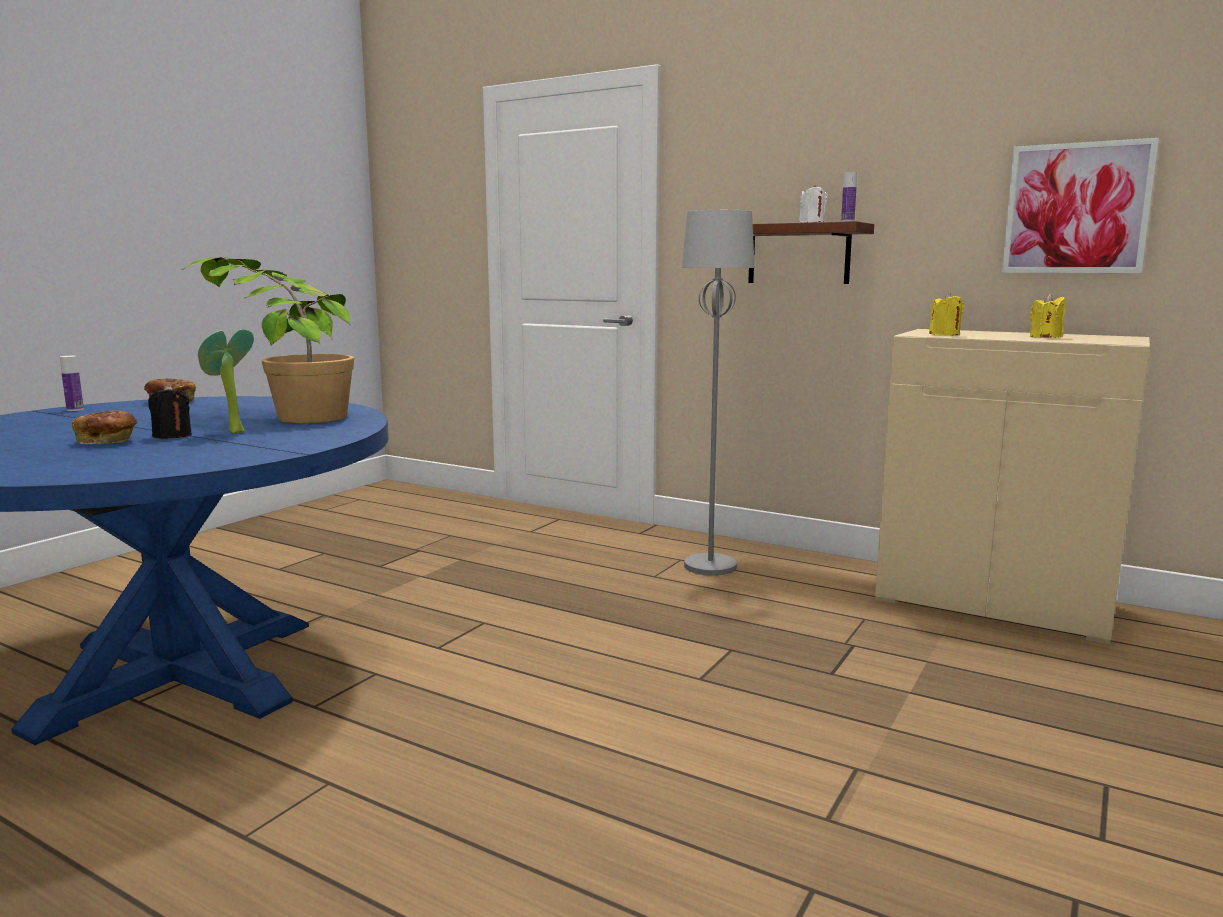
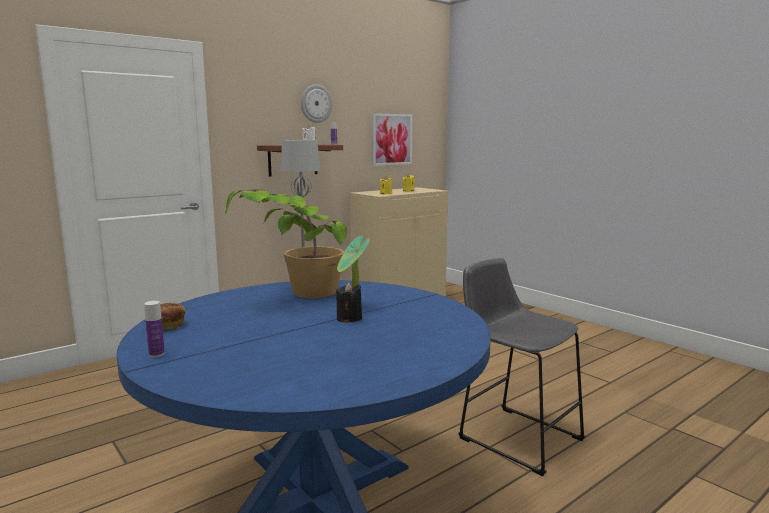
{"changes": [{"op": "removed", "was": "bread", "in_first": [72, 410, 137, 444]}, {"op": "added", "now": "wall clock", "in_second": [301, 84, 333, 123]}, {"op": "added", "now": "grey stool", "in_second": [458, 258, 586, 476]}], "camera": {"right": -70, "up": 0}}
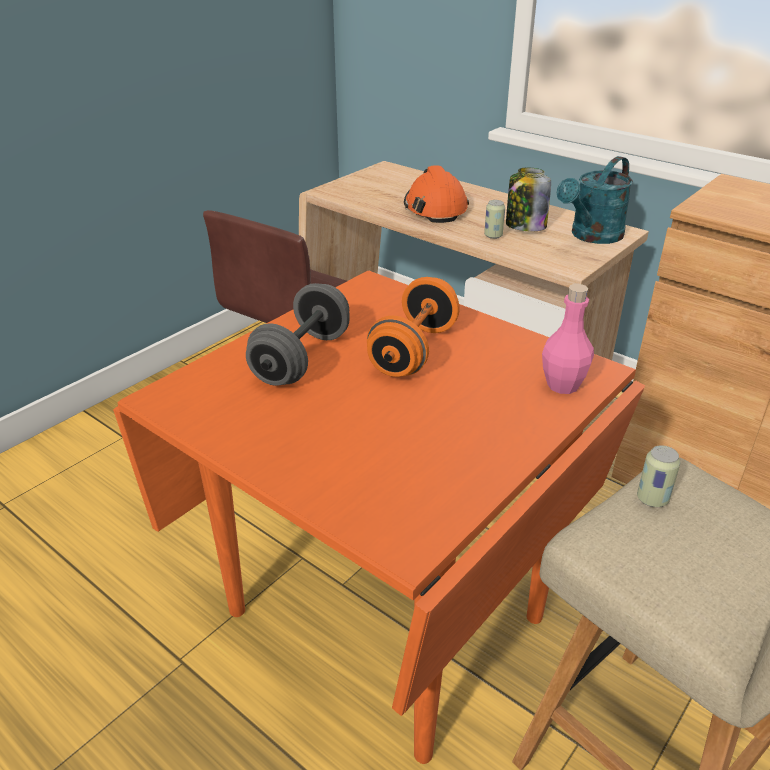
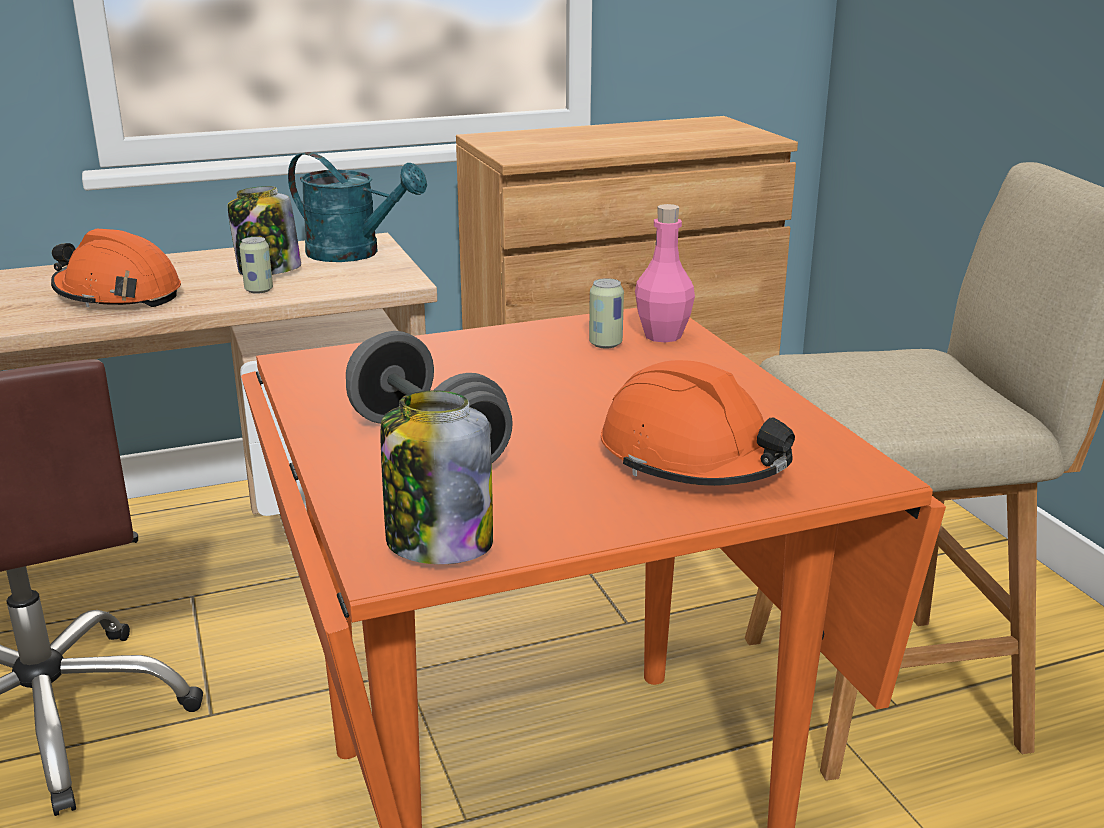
{"changes": [{"op": "turned", "was": "turquoise watering can", "in_first": [557, 156, 633, 244], "in_second": [288, 152, 427, 262], "clockwise": -45}, {"op": "removed", "was": "orange dumbbell", "in_first": [367, 277, 460, 377]}, {"op": "moved", "was": "can", "in_first": [637, 445, 680, 507], "in_second": [589, 278, 624, 349]}, {"op": "added", "now": "orange hard hat", "in_second": [601, 360, 795, 486]}, {"op": "added", "now": "jar", "in_second": [381, 390, 493, 564]}], "camera": {"right": -60, "up": -10}}
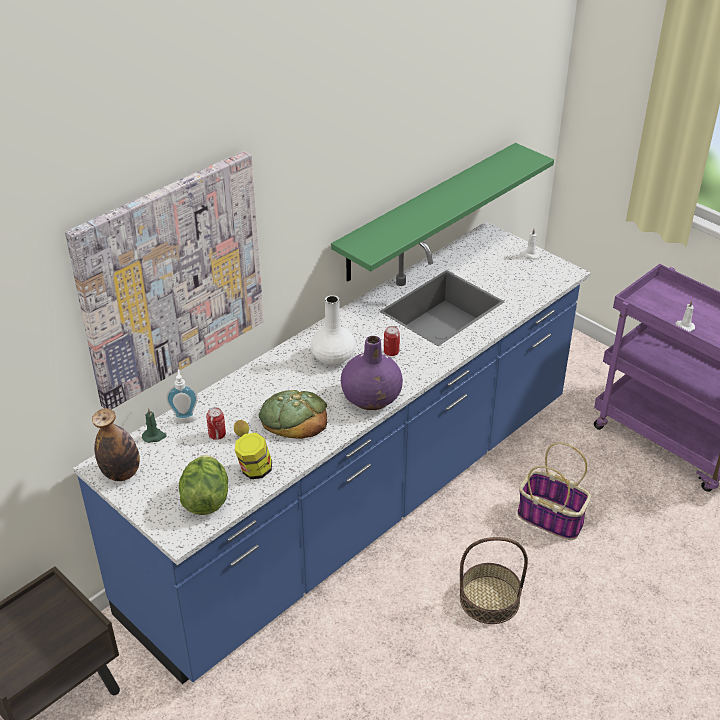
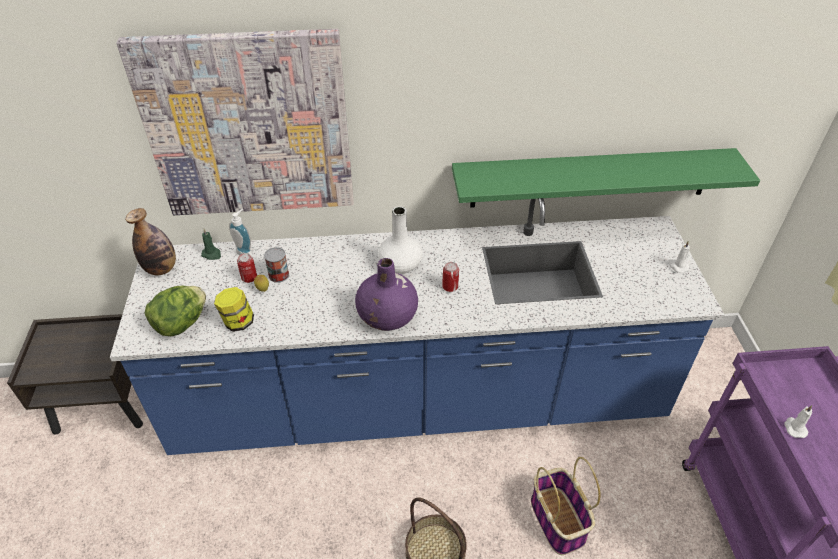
{"changes": [{"op": "removed", "was": "bread", "in_first": [259, 390, 327, 439]}, {"op": "added", "now": "can", "in_second": [264, 247, 289, 283]}], "camera": {"right": 40, "up": 5}}
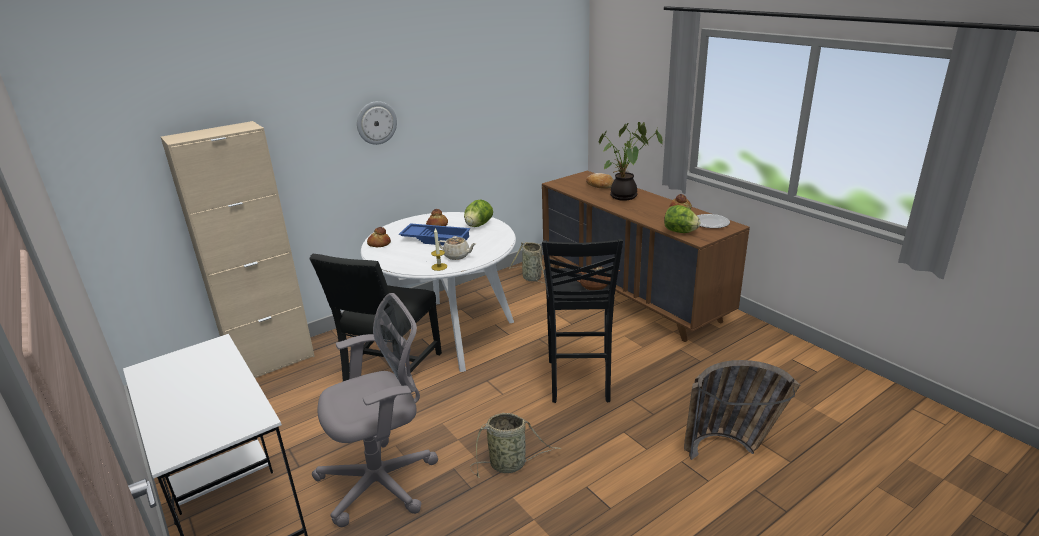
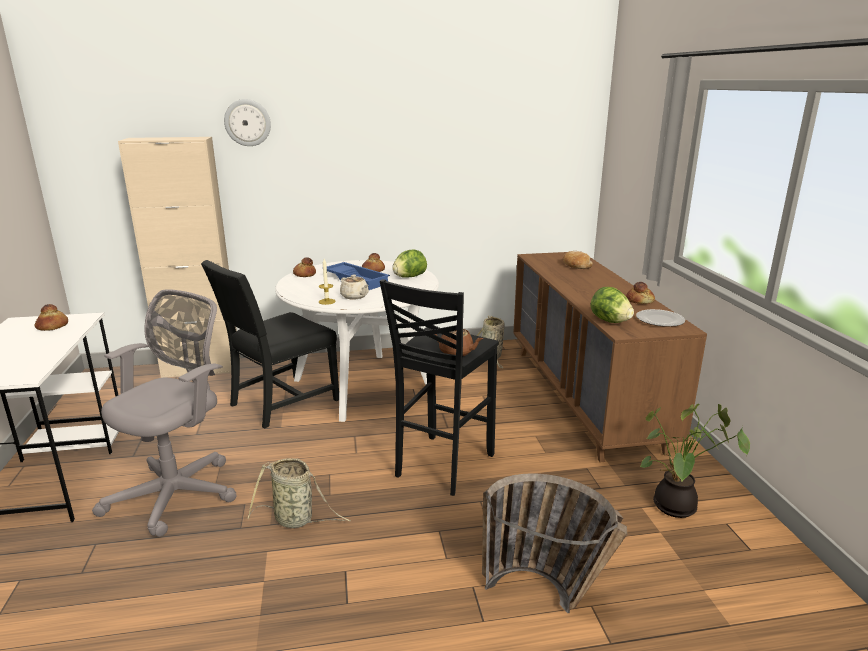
{"changes": [{"op": "moved", "was": "wall clock", "in_first": [357, 101, 397, 145], "in_second": [224, 99, 271, 146]}, {"op": "moved", "was": "potted plant", "in_first": [599, 122, 663, 201], "in_second": [640, 404, 750, 518]}, {"op": "turned", "was": "grey office chair", "in_first": [312, 293, 438, 527], "in_second": [92, 289, 237, 537], "clockwise": -60}, {"op": "added", "now": "bread", "in_second": [35, 304, 68, 331]}], "camera": {"right": 25, "up": -5}}
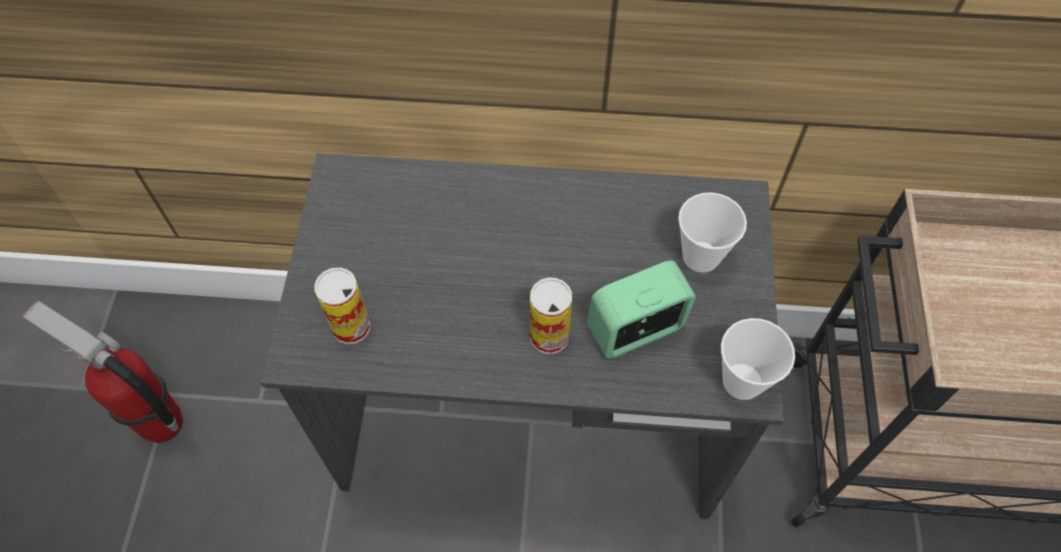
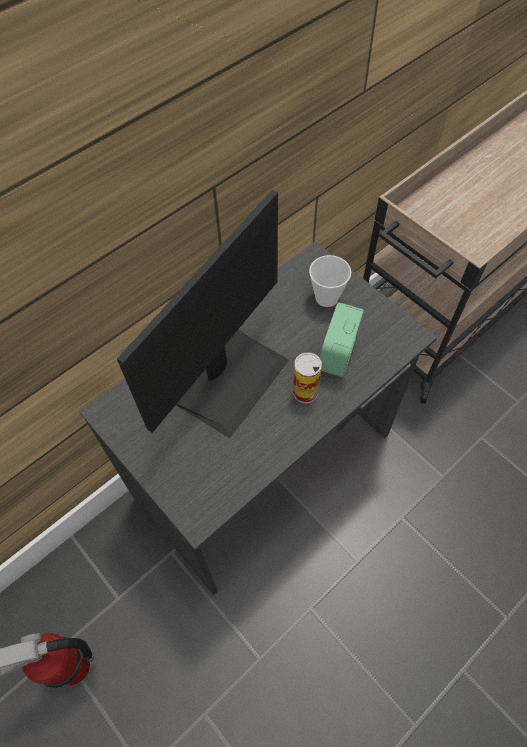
{"changes": [{"op": "removed", "was": "can", "in_first": [314, 267, 370, 345]}, {"op": "removed", "was": "cup", "in_first": [721, 318, 795, 400]}, {"op": "added", "now": "monitor", "in_second": [117, 190, 290, 439]}], "camera": {"right": -45, "up": 0}}
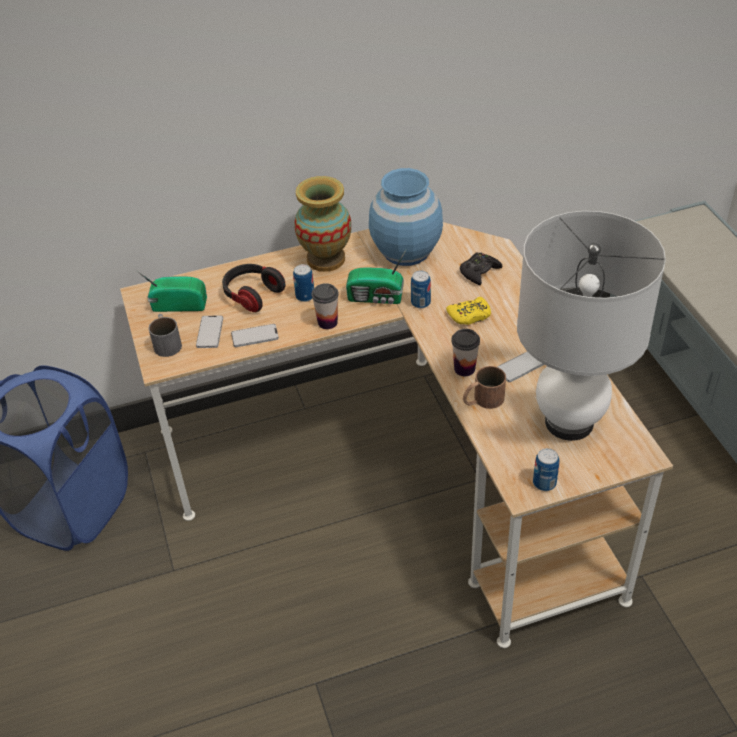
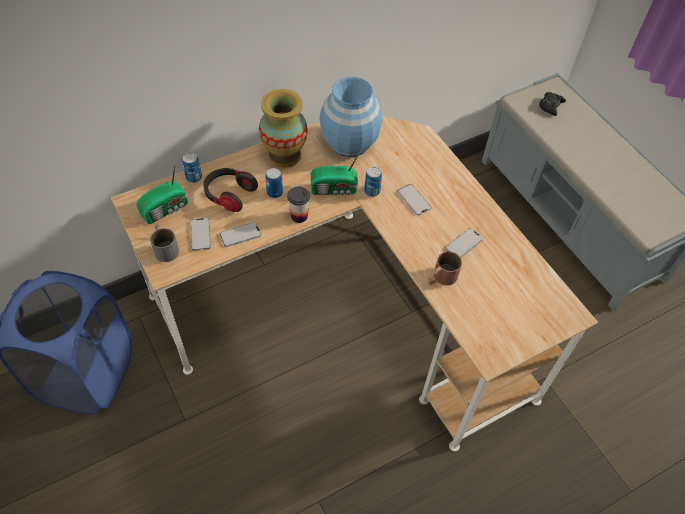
{"changes": [{"op": "removed", "was": "white table lamp", "in_first": [517, 211, 666, 441]}, {"op": "moved", "was": "black game controller", "in_first": [460, 253, 502, 285], "in_second": [539, 92, 566, 116]}, {"op": "turned", "was": "radio", "in_first": [137, 271, 207, 312], "in_second": [137, 164, 188, 224], "clockwise": 150}, {"op": "replaced", "was": "yellow game controller", "now": "phone", "in_first": [446, 297, 491, 325], "in_second": [398, 184, 432, 215]}, {"op": "removed", "was": "cup", "in_first": [451, 329, 480, 376]}, {"op": "moved", "was": "can", "in_first": [533, 448, 559, 491], "in_second": [182, 153, 202, 183]}], "camera": {"right": -15, "up": 10}}
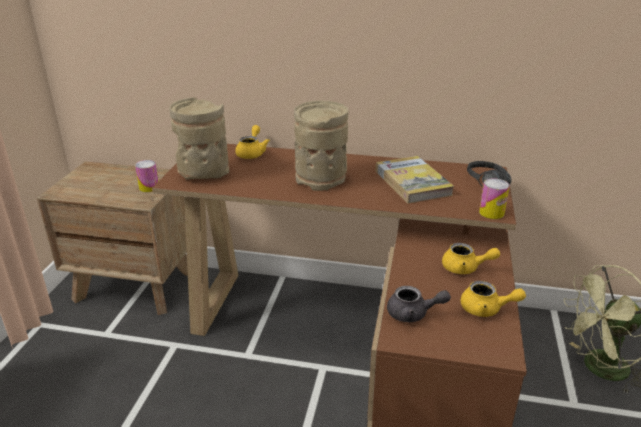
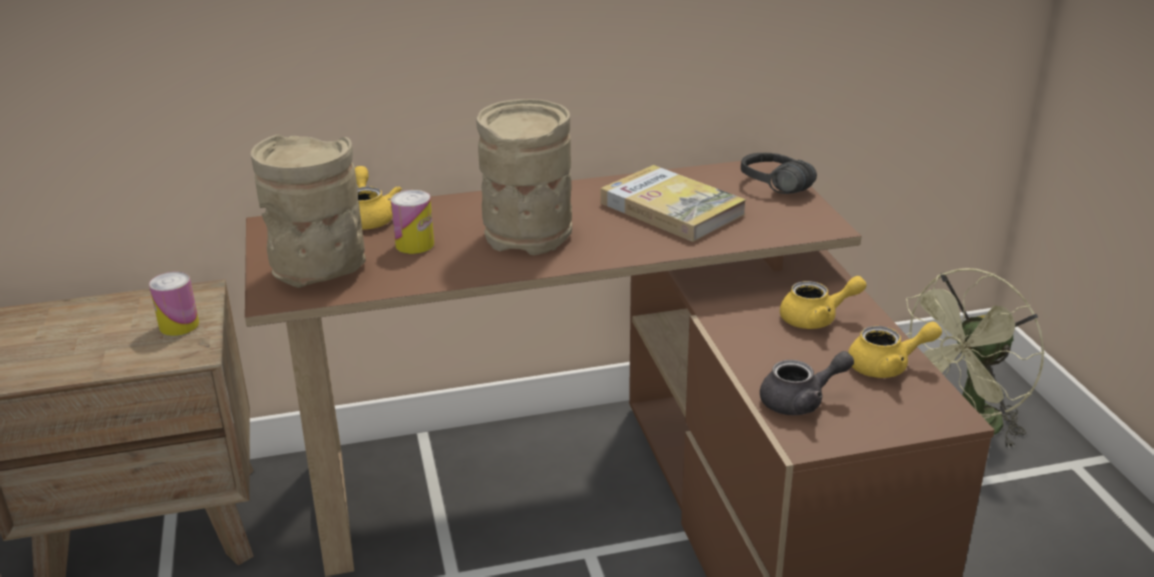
{"changes": [{"op": "moved", "was": "can", "in_first": [479, 178, 510, 219], "in_second": [391, 190, 434, 254]}], "camera": {"right": -25, "up": 0}}
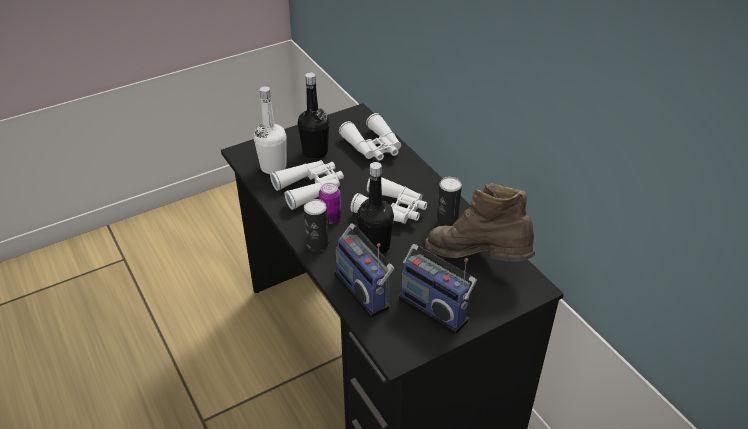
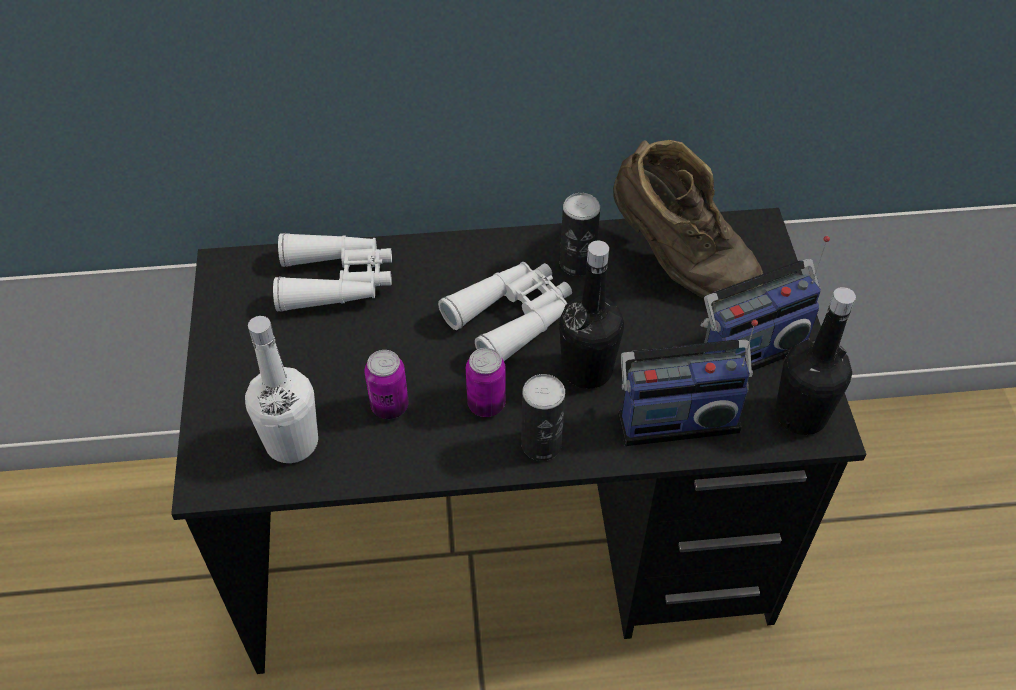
{"changes": [{"op": "moved", "was": "black bottle", "in_first": [298, 73, 329, 159], "in_second": [775, 287, 856, 435]}, {"op": "replaced", "was": "white binoculars", "now": "can", "in_first": [270, 160, 344, 210], "in_second": [364, 350, 409, 419]}, {"op": "turned", "was": "brown boot", "in_first": [425, 183, 535, 261], "in_second": [613, 140, 763, 303], "clockwise": -105}], "camera": {"right": -65, "up": 10}}
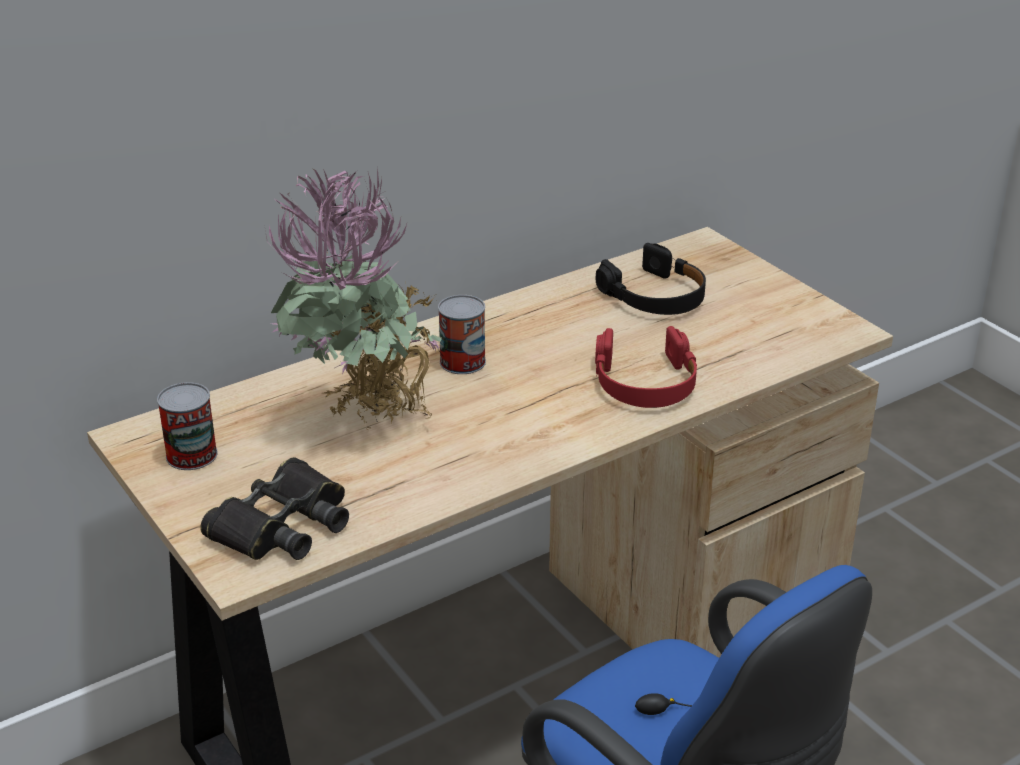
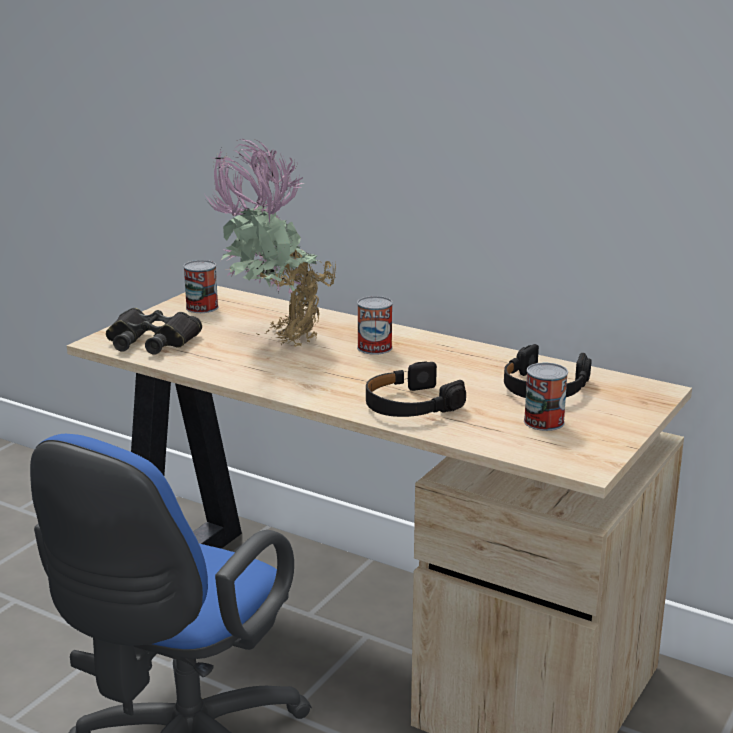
{"changes": [{"op": "recoloured", "was": "red headphones", "now": "black headphones", "in_first": [595, 326, 697, 408], "in_second": [366, 362, 466, 417]}, {"op": "added", "now": "can", "in_second": [524, 363, 568, 431]}], "camera": {"right": 65, "up": -10}}
